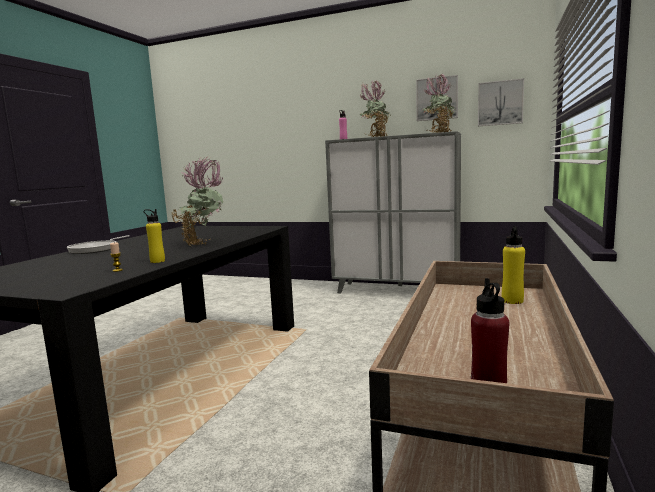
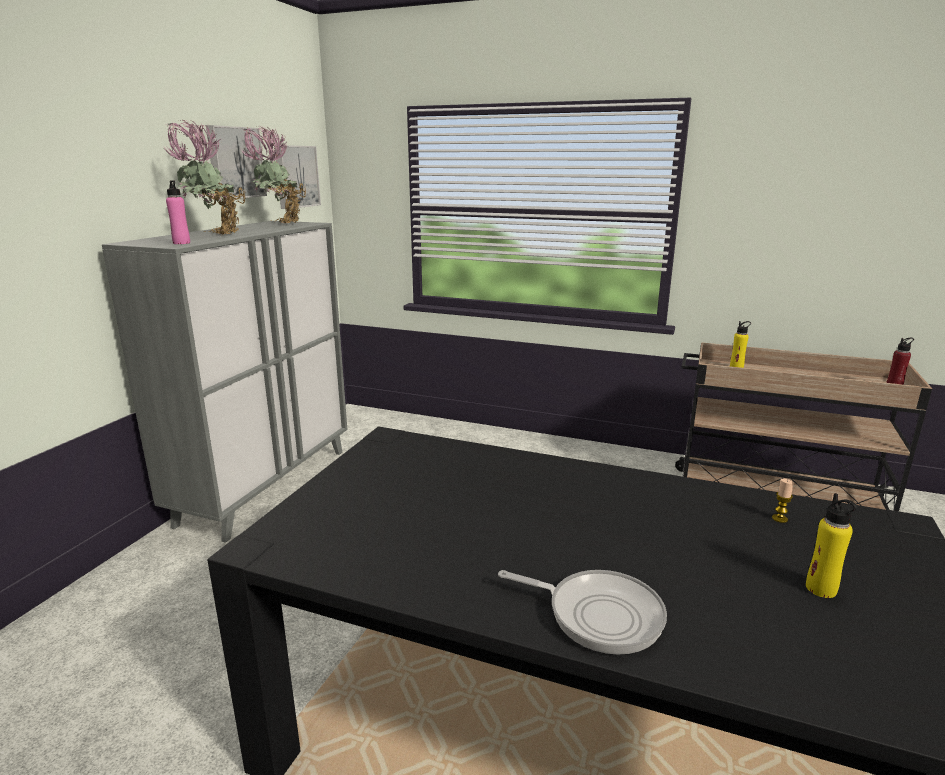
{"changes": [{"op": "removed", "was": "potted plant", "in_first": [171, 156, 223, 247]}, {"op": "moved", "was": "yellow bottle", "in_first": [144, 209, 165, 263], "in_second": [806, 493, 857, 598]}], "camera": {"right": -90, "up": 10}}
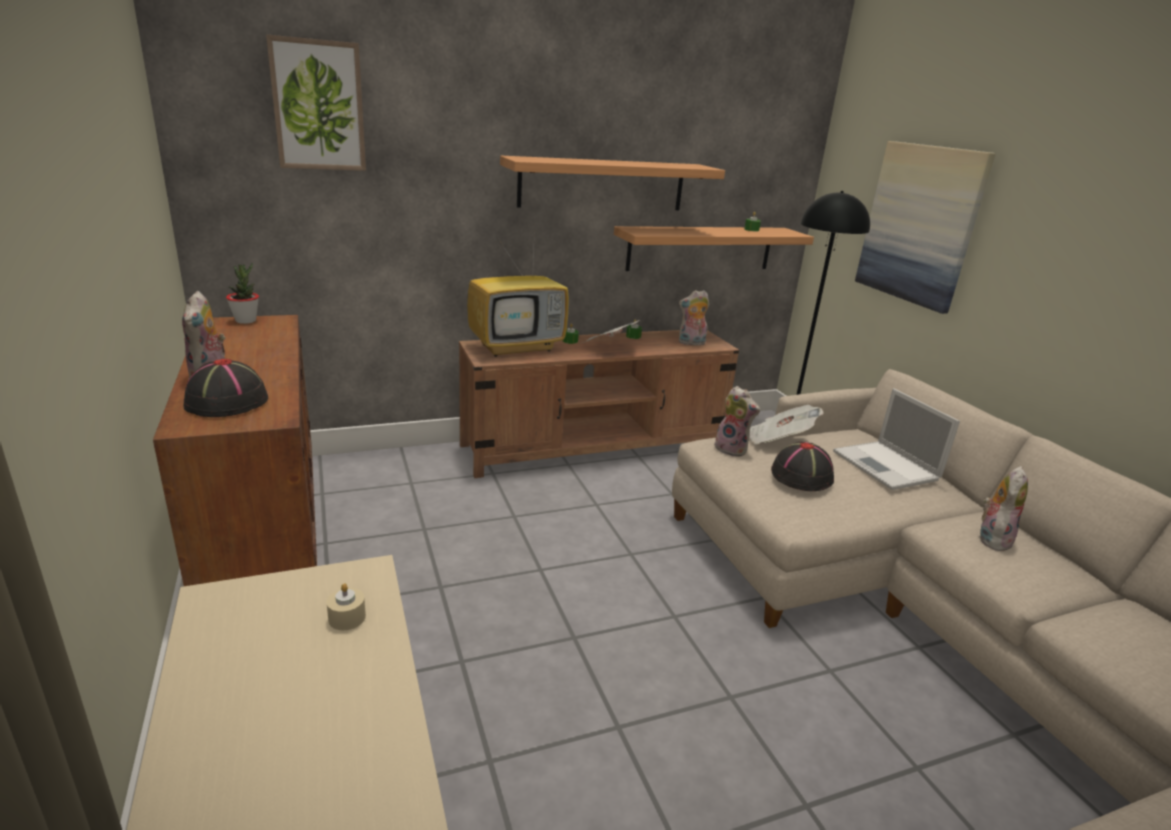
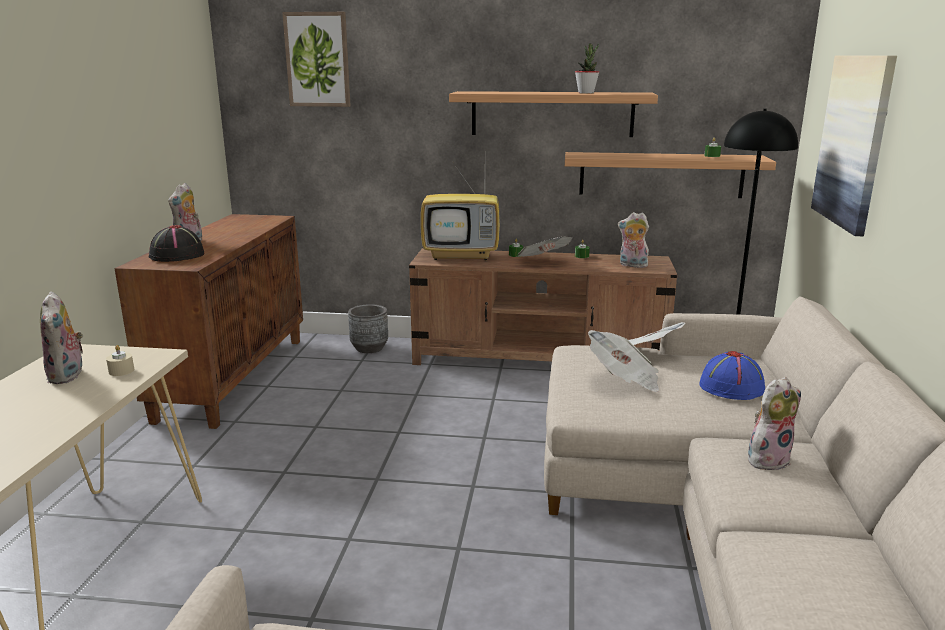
{"changes": [{"op": "moved", "was": "potted plant", "in_first": [226, 263, 259, 324], "in_second": [575, 43, 599, 94]}, {"op": "moved", "was": "plush toy", "in_first": [714, 386, 760, 457], "in_second": [40, 292, 83, 384]}, {"op": "replaced", "was": "laptop", "now": "blue hat", "in_first": [833, 388, 960, 490], "in_second": [700, 351, 765, 400]}, {"op": "replaced", "was": "black hat", "now": "newspaper", "in_first": [771, 441, 834, 491], "in_second": [588, 330, 659, 392]}, {"op": "added", "now": "grey planter", "in_second": [348, 304, 388, 353]}], "camera": {"right": 30, "up": -5}}
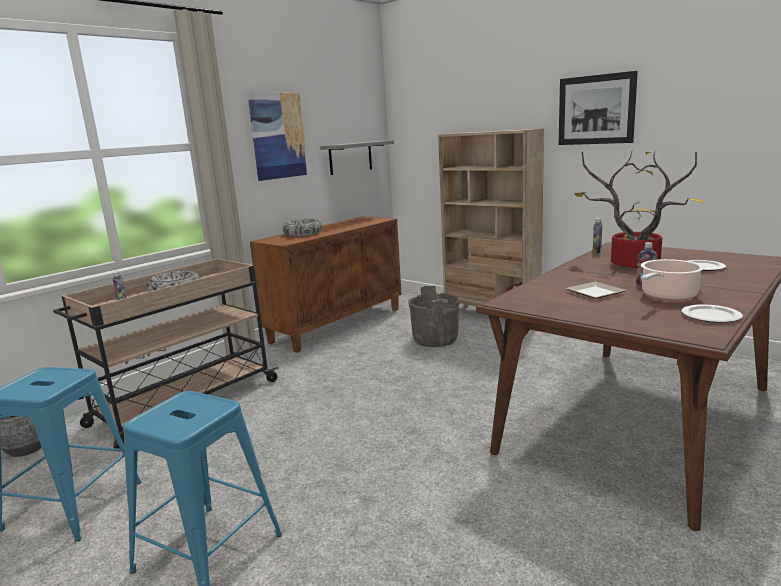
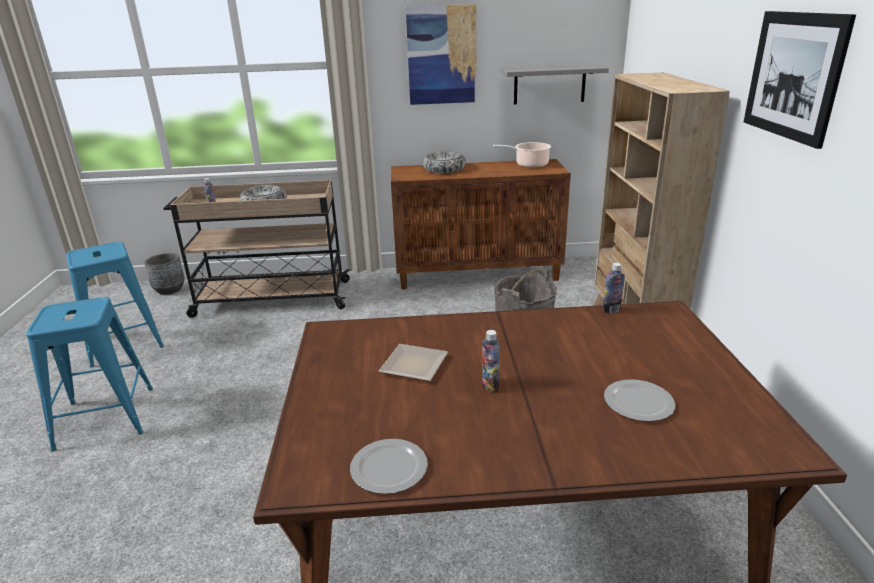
{"changes": [{"op": "removed", "was": "potted plant", "in_first": [574, 151, 703, 268]}, {"op": "moved", "was": "cooking pot", "in_first": [641, 259, 704, 301], "in_second": [493, 142, 551, 168]}], "camera": {"right": 45, "up": 10}}
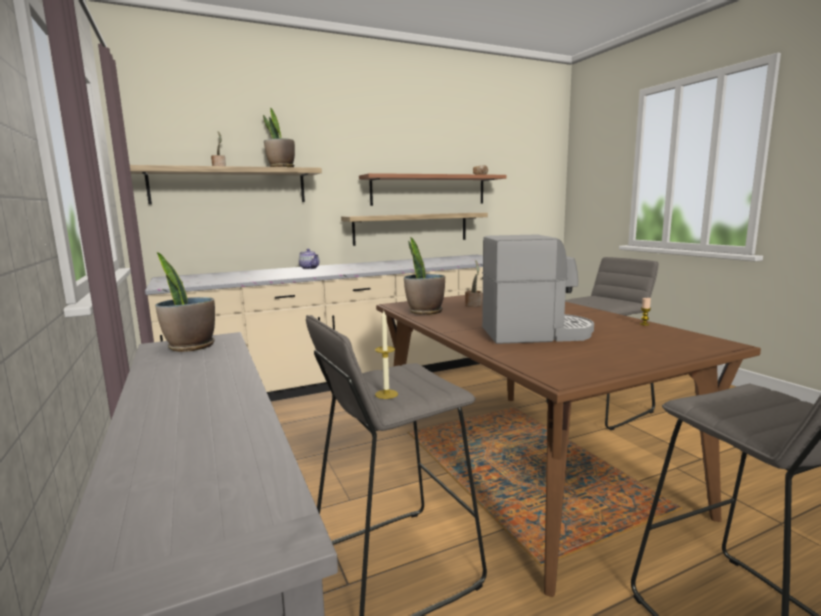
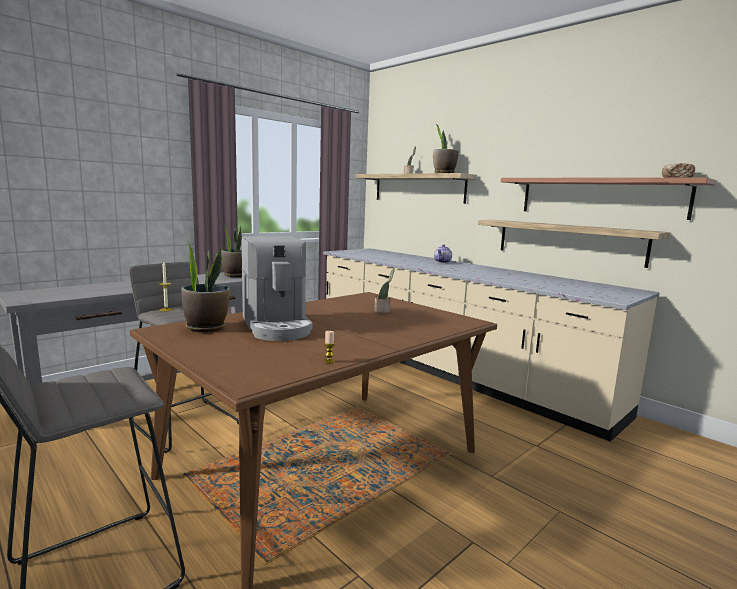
{"changes": [{"op": "moved", "was": "potted plant", "in_first": [404, 237, 445, 315], "in_second": [181, 241, 230, 332]}, {"op": "removed", "was": "grey stool", "in_first": [546, 257, 659, 430]}], "camera": {"right": 70, "up": 0}}
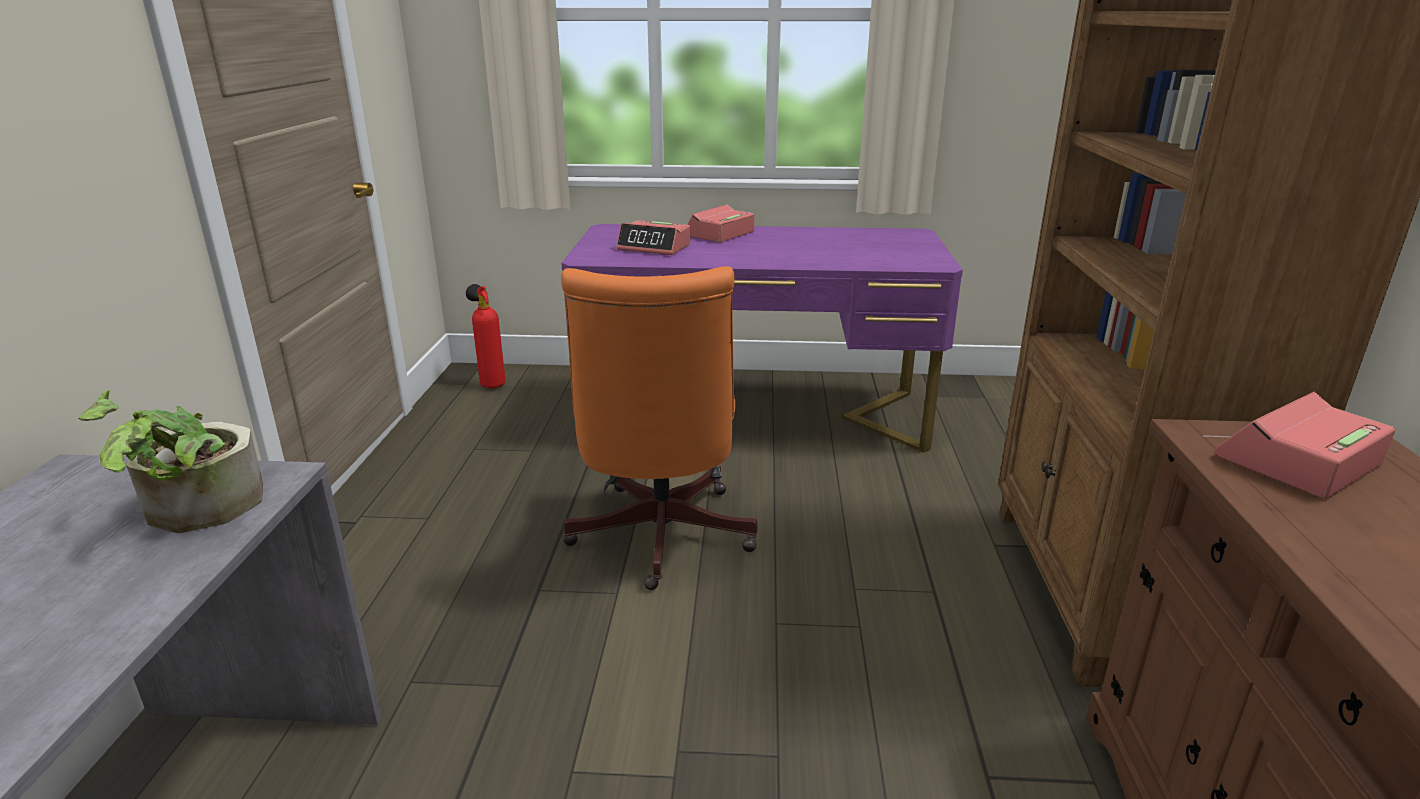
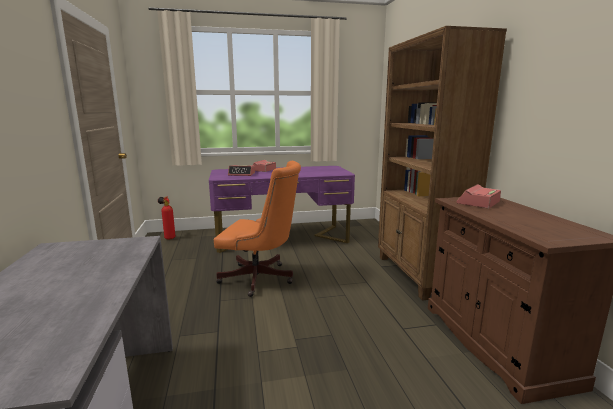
{"changes": [{"op": "turned", "was": "orange office chair", "in_first": [561, 266, 758, 590], "in_second": [214, 161, 301, 297], "clockwise": -60}, {"op": "removed", "was": "potted plant", "in_first": [79, 390, 263, 533]}], "camera": {"right": -15, "up": -10}}
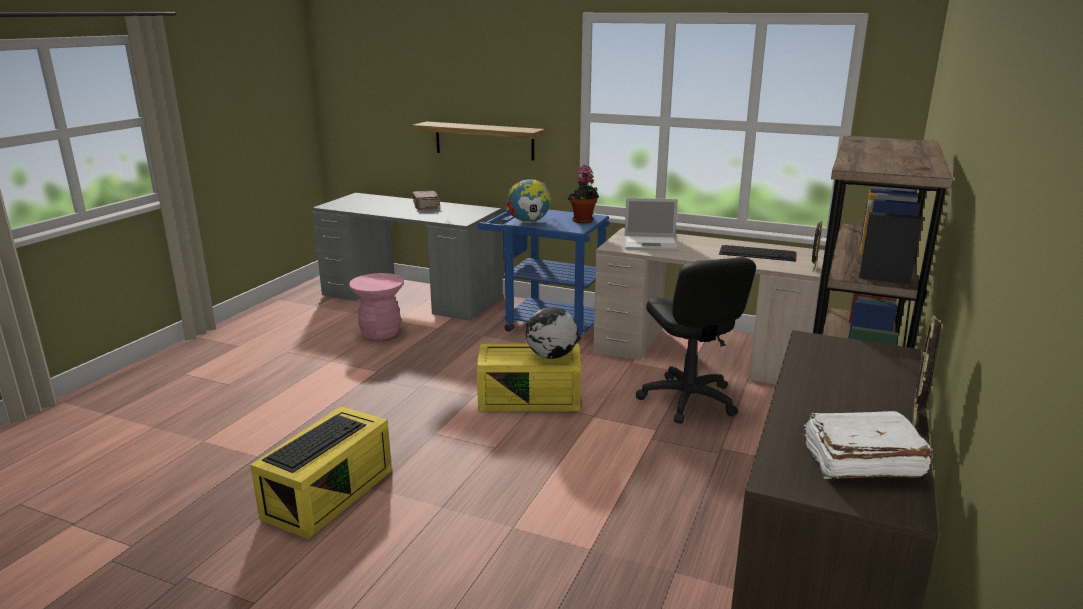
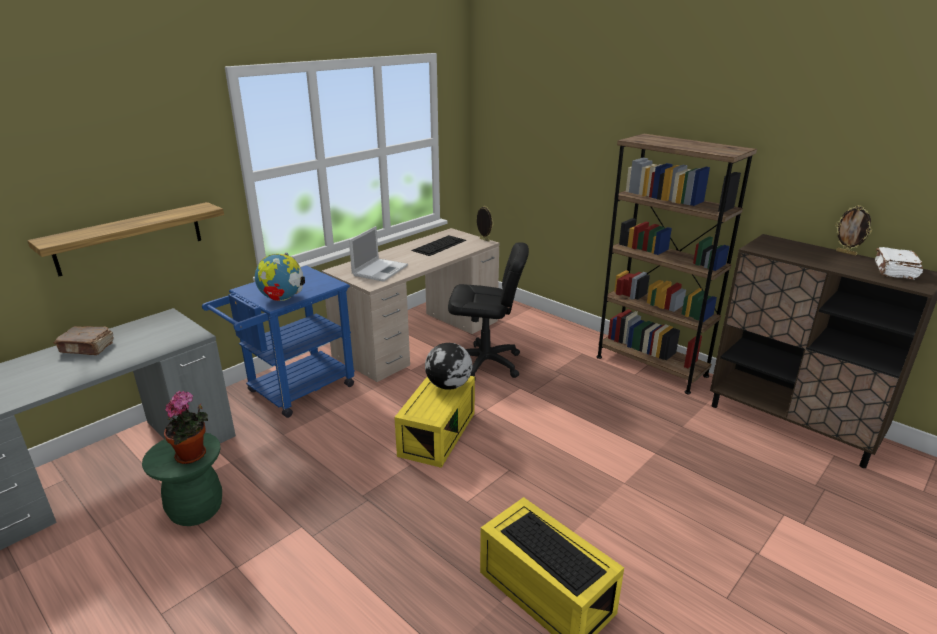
{"changes": [{"op": "moved", "was": "potted plant", "in_first": [568, 165, 599, 223], "in_second": [164, 391, 208, 464]}, {"op": "recoloured", "was": "pink stool", "now": "green stool", "in_first": [349, 273, 404, 340], "in_second": [142, 433, 222, 526]}], "camera": {"right": -70, "up": 5}}
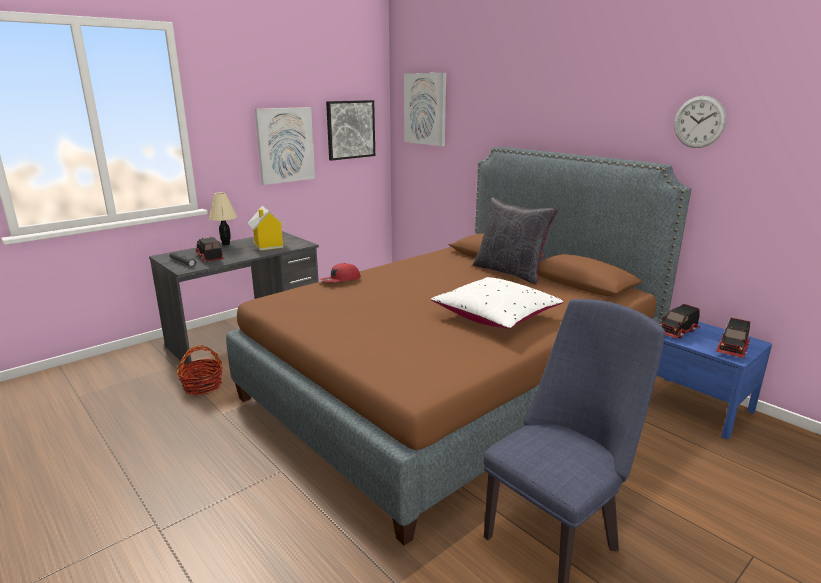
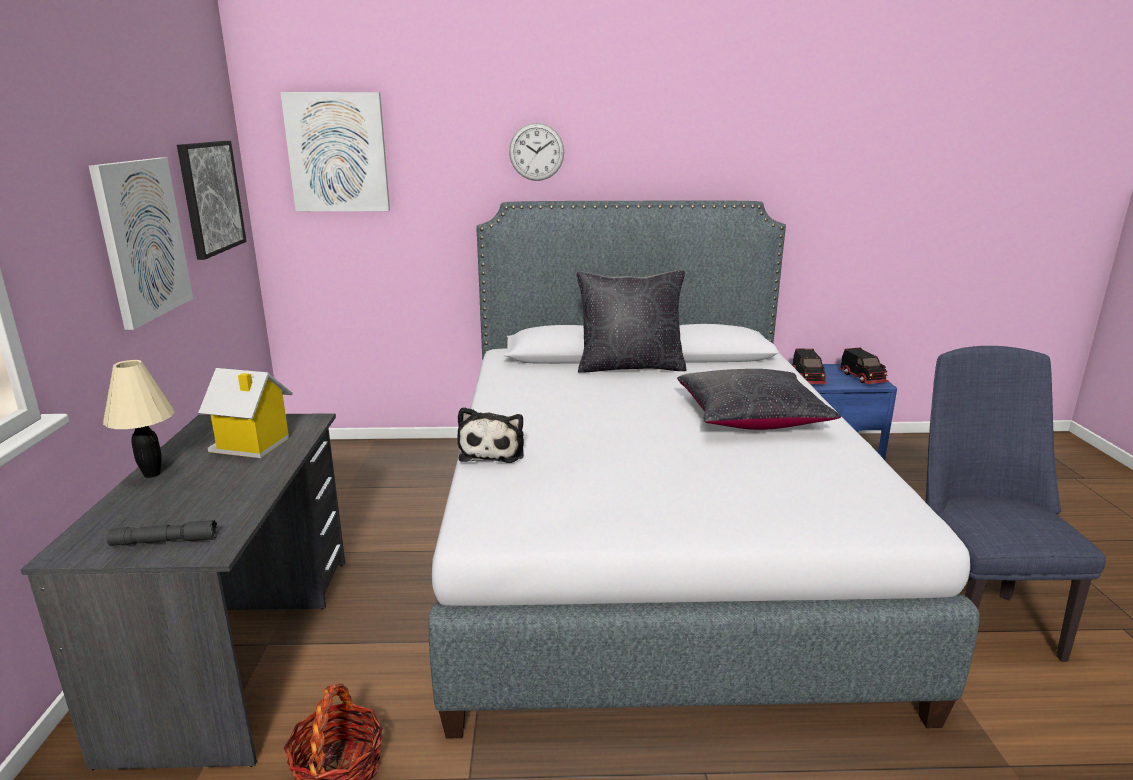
{"changes": [{"op": "moved", "was": "wall clock", "in_first": [674, 96, 726, 148], "in_second": [509, 123, 564, 181]}, {"op": "recoloured", "was": "brown bed", "now": "grey bed", "in_first": [226, 147, 691, 546], "in_second": [429, 200, 980, 739]}, {"op": "removed", "was": "toy truck", "in_first": [195, 237, 224, 262]}, {"op": "replaced", "was": "red cap", "now": "plush toy", "in_first": [320, 263, 361, 282], "in_second": [457, 407, 524, 463]}, {"op": "recoloured", "was": "white pillow", "now": "black pillow", "in_first": [431, 277, 563, 329], "in_second": [677, 369, 841, 430]}], "camera": {"right": -50, "up": 0}}
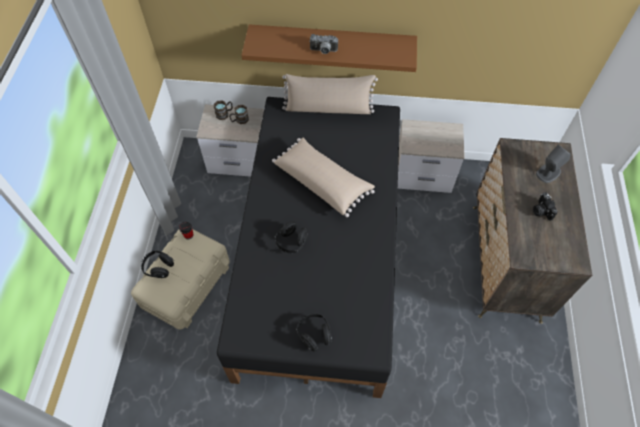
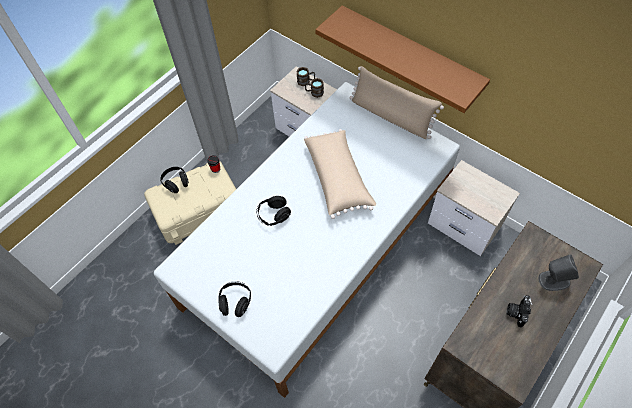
{"changes": [{"op": "removed", "was": "photo camera", "in_first": [309, 34, 338, 54]}, {"op": "recoloured", "was": "black bed", "now": "white bed", "in_first": [217, 97, 400, 398], "in_second": [154, 82, 460, 398]}], "camera": {"right": 35, "up": 0}}
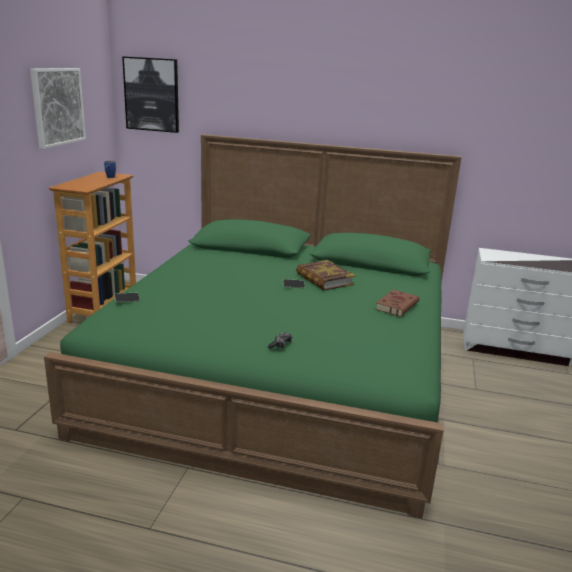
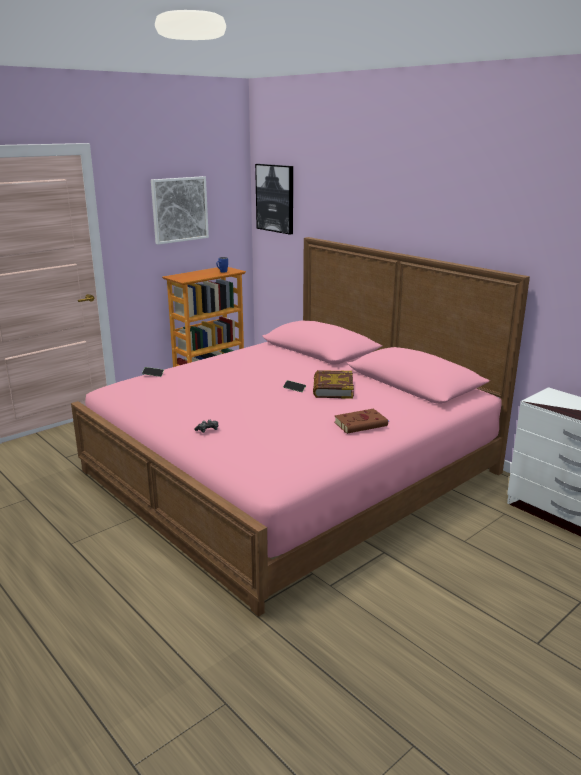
{"changes": [{"op": "recoloured", "was": "green bed", "now": "pink bed", "in_first": [44, 134, 462, 518], "in_second": [71, 237, 530, 617]}], "camera": {"right": 35, "up": 0}}
